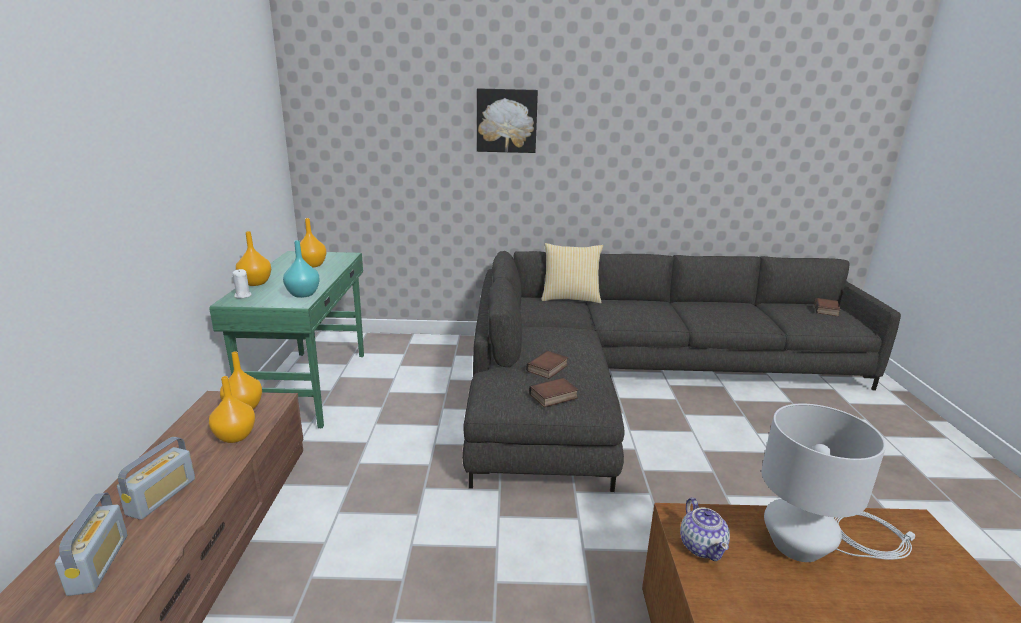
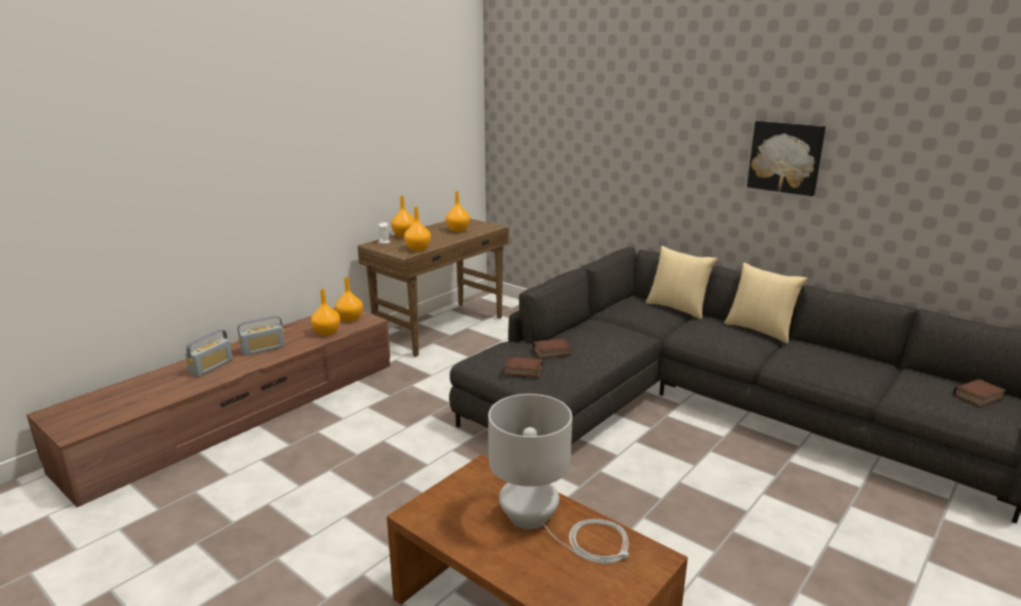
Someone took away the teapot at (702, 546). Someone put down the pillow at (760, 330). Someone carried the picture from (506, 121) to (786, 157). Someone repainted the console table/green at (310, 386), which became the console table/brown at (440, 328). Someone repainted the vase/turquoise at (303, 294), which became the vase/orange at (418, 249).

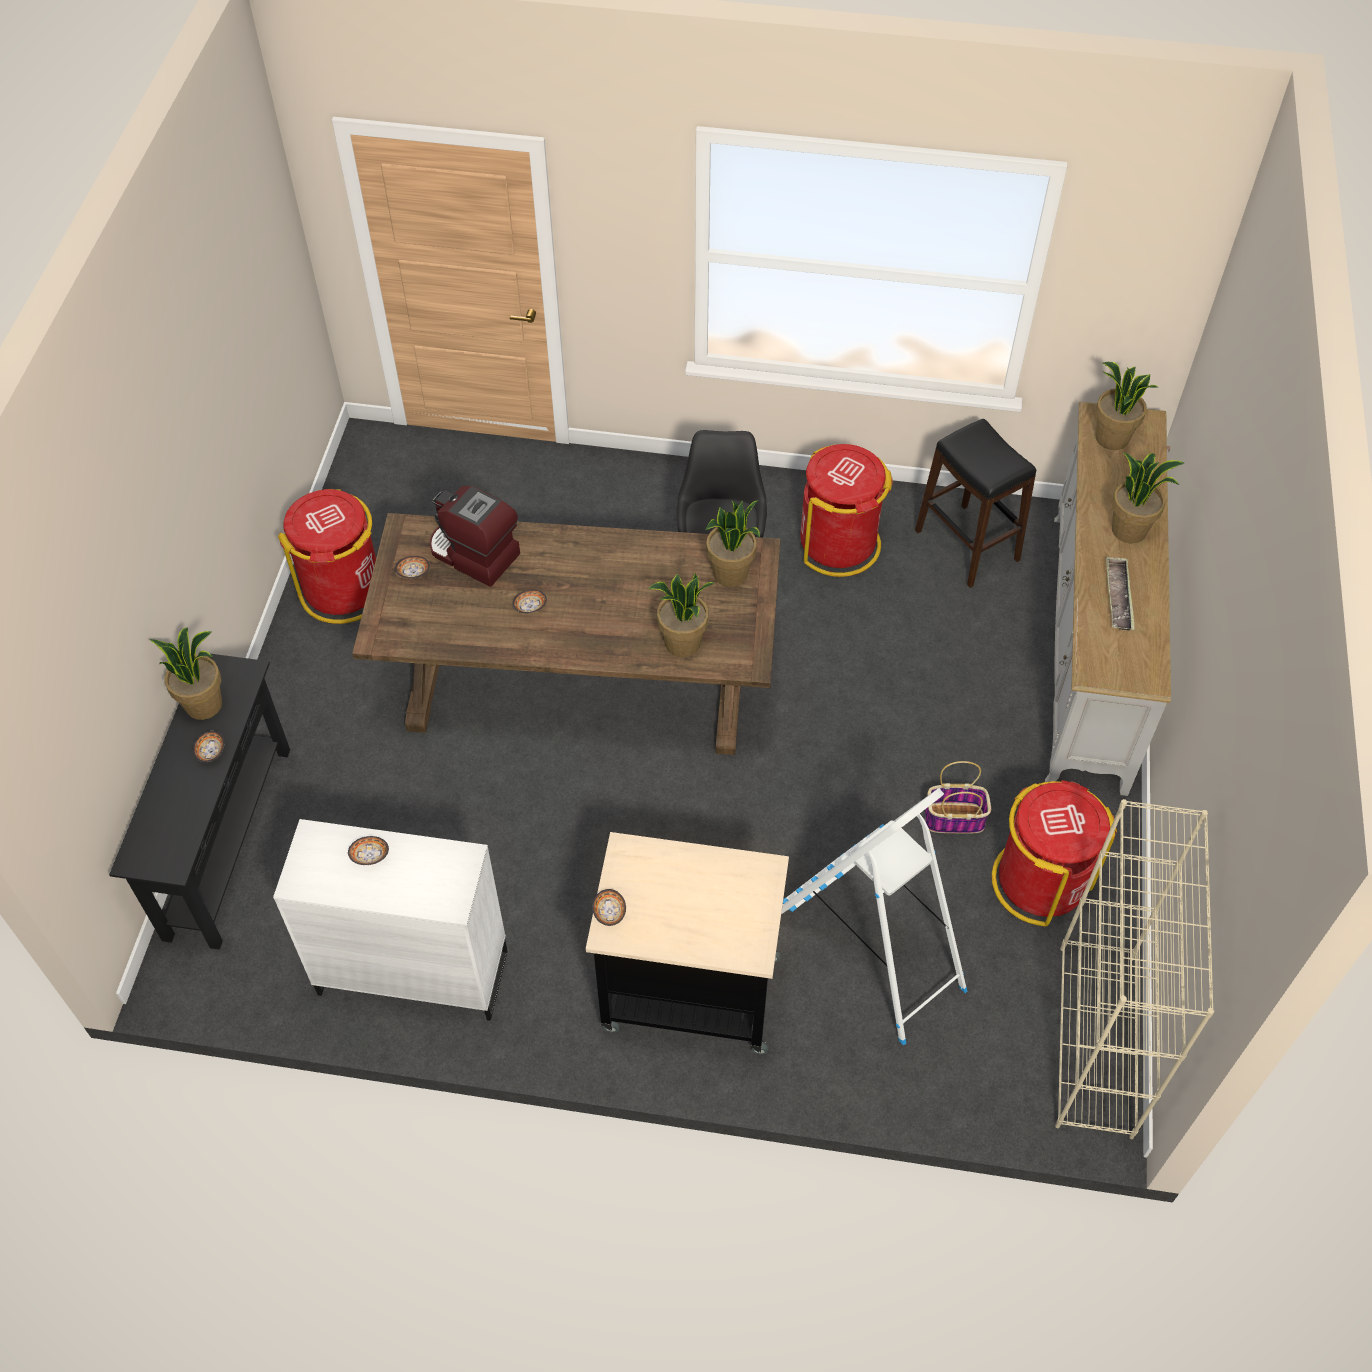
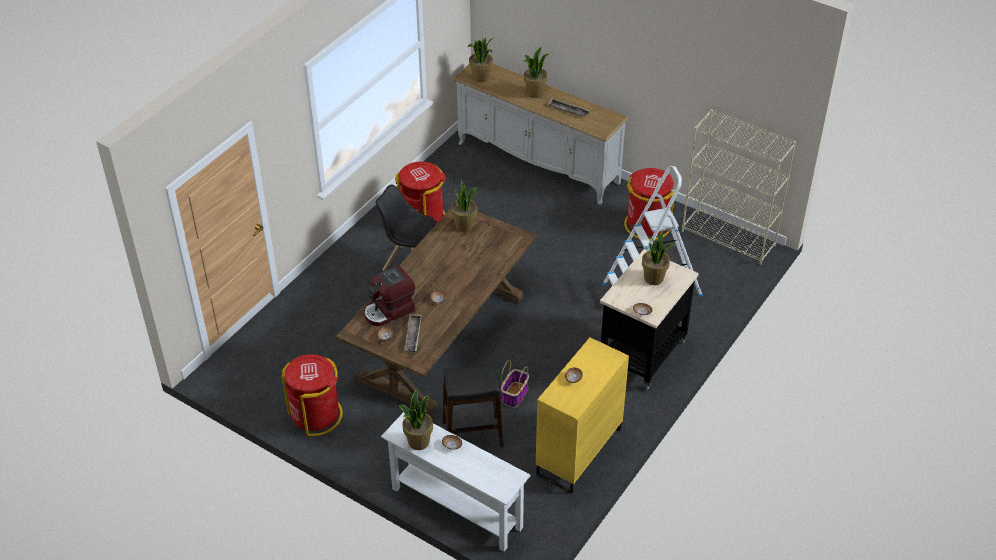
Someone put down the tray at (413, 335). Someone carried the potted plant from (682, 643) to (654, 278). Someone carried the stool/black from (967, 545) to (473, 434). Someone carried the basket from (955, 818) to (514, 394). Someone repainted the console table/black at (227, 841), which became the console table/white at (456, 508). Someone repainted the dresser/white at (412, 974), which became the dresser/yellow at (579, 452).

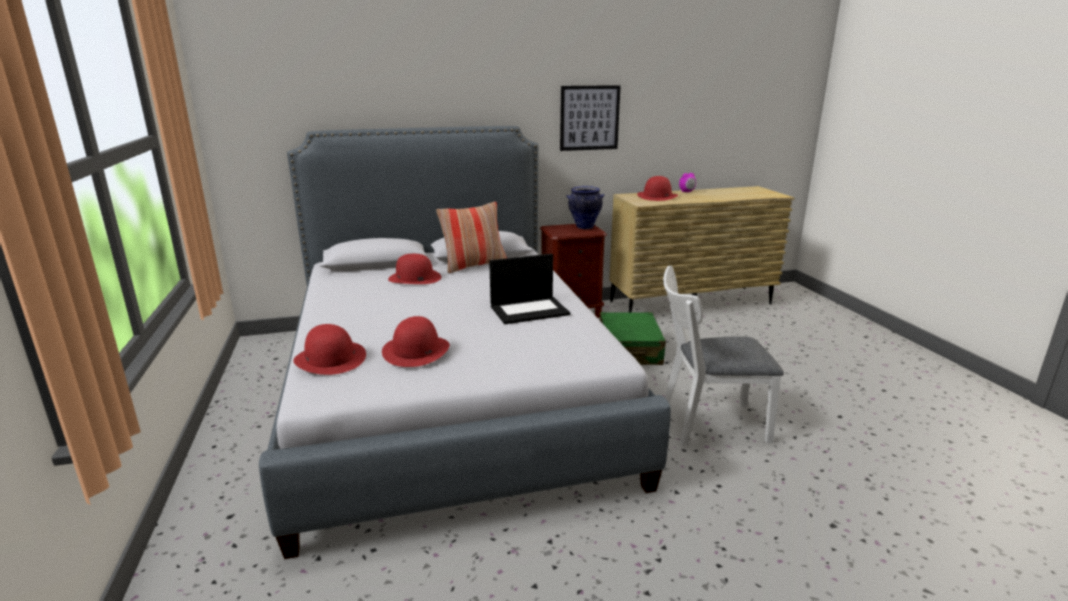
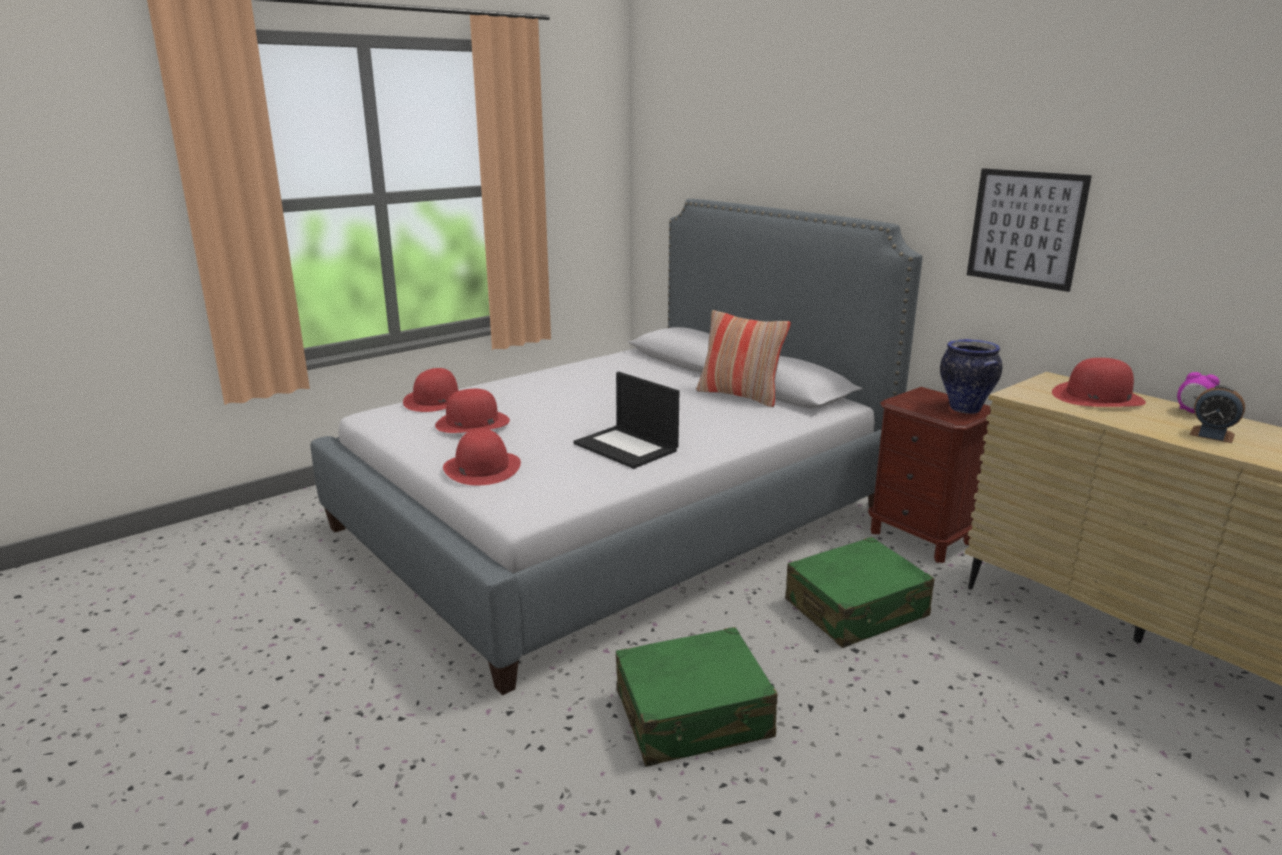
Someone put down the alarm clock at (1212, 434). Someone carried the hat/red from (414, 278) to (482, 467). Someone swapped the chair/white at (705, 424) for the suitcase/green at (693, 715).

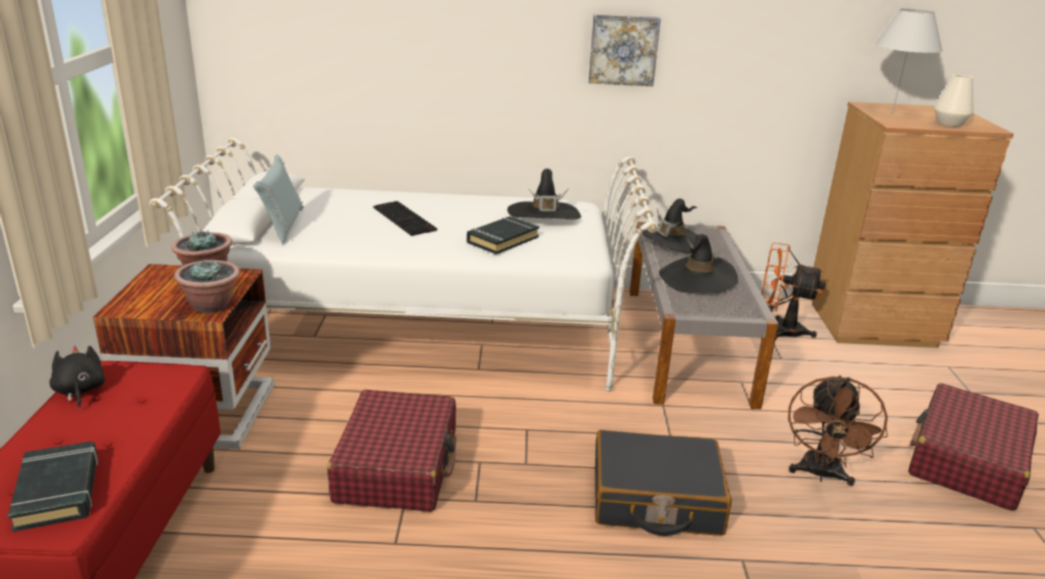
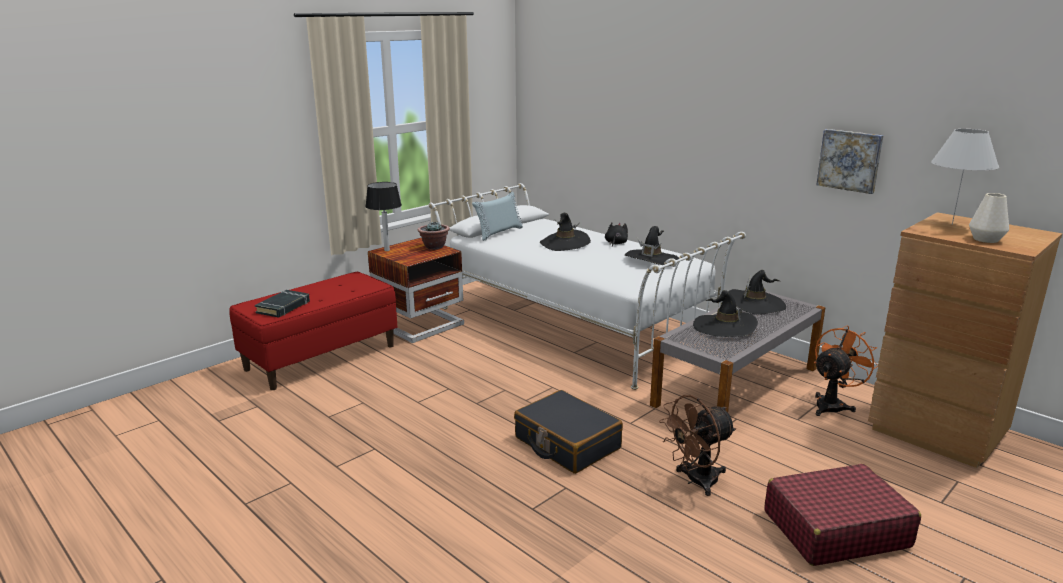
Someone took away the potted plant at (211, 306). Someone took away the suitcase/red at (397, 466). Someone took away the book/black at (502, 240). Someone put down the table lamp at (386, 250). Someone carried the plush toy/black from (80, 391) to (615, 243). Someone carried the picture from (623, 50) to (850, 160). Someone swapped the keyboard at (406, 219) for the hat/black at (565, 243). Someone rotated the fan/orange at (779, 330) by 75 degrees clockwise.

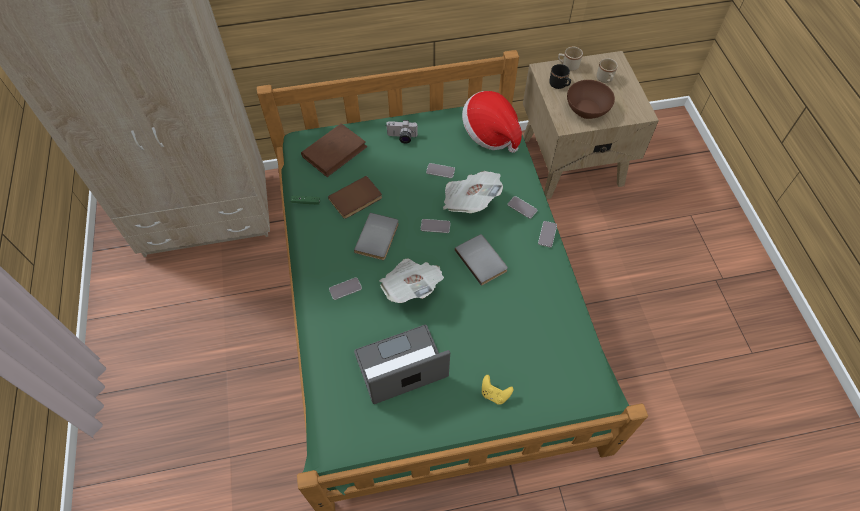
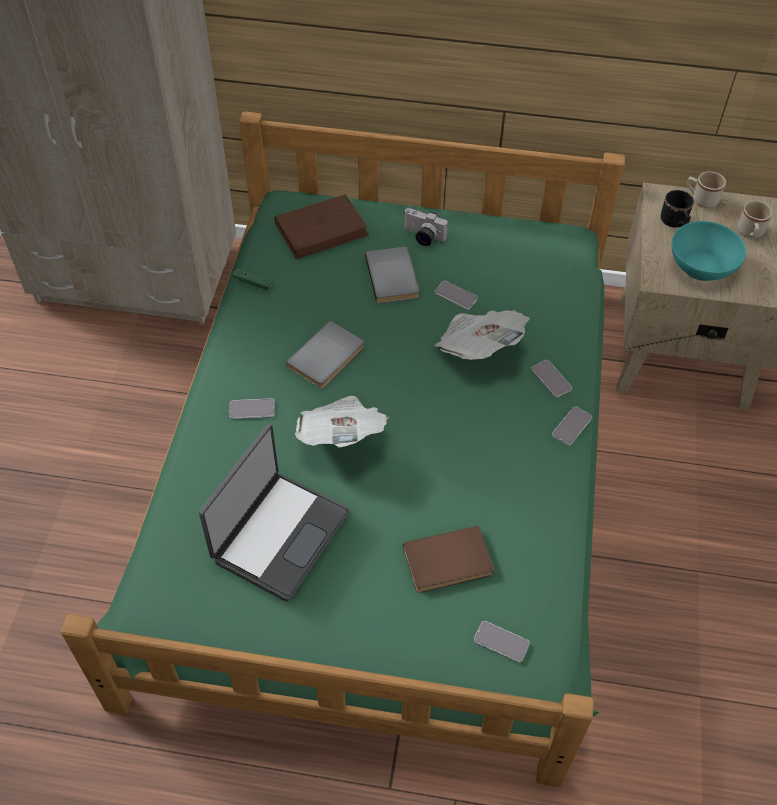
Someone took away the hat at (490, 134). Someone took away the game controller/yellow at (494, 394). Someone carried the book/brown from (356, 199) to (448, 563). Someone carried the phone from (435, 226) to (501, 642). Someone carried the book/grey from (482, 260) to (394, 276). Someone repainted the bowl/brown at (587, 109), which became the bowl/turquoise at (701, 266). Someone rotated the laptop at (401, 367) by 120 degrees clockwise.

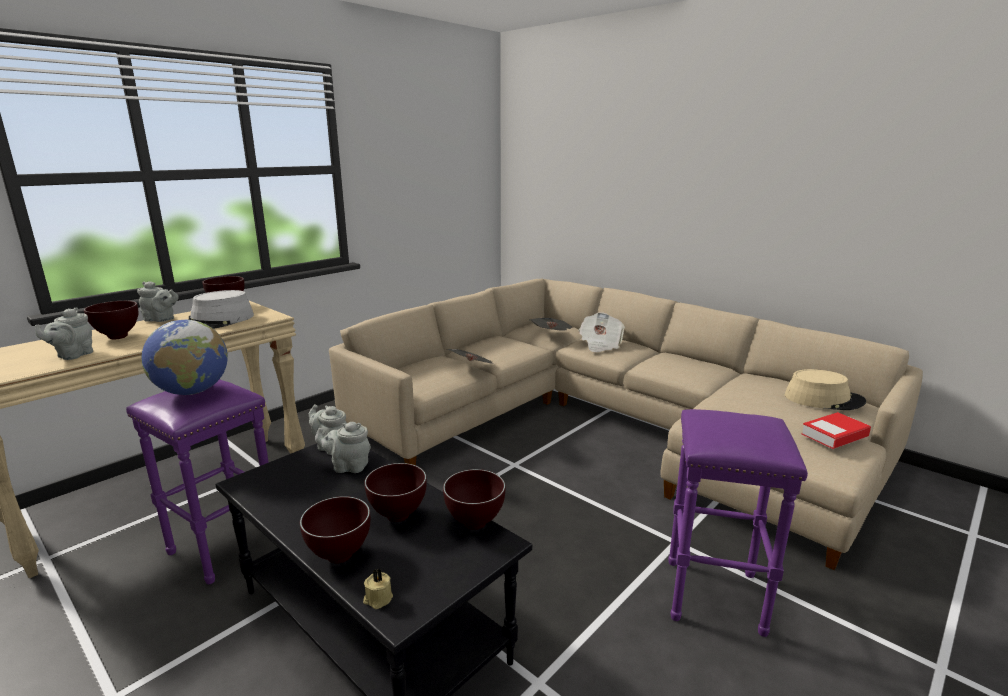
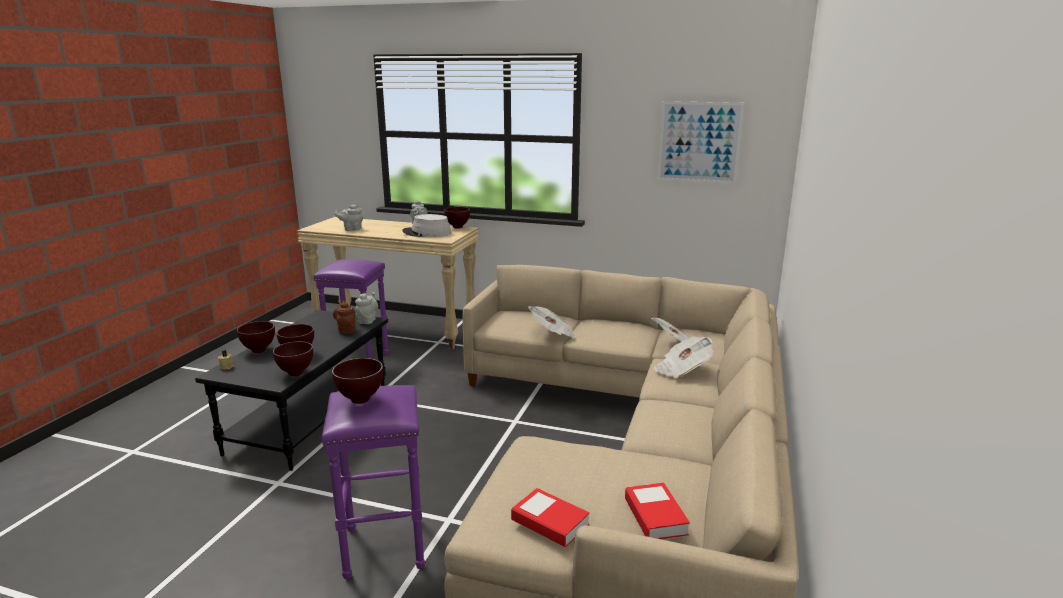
Someone took away the globe at (192, 391). Someone put up the picture at (699, 142). Someone carried the bowl/brown from (118, 337) to (360, 401). Someone swapped the hat/beige at (823, 399) for the book at (655, 516). Someone repainted the teapot/grey at (348, 466), which became the teapot/brown at (346, 330).

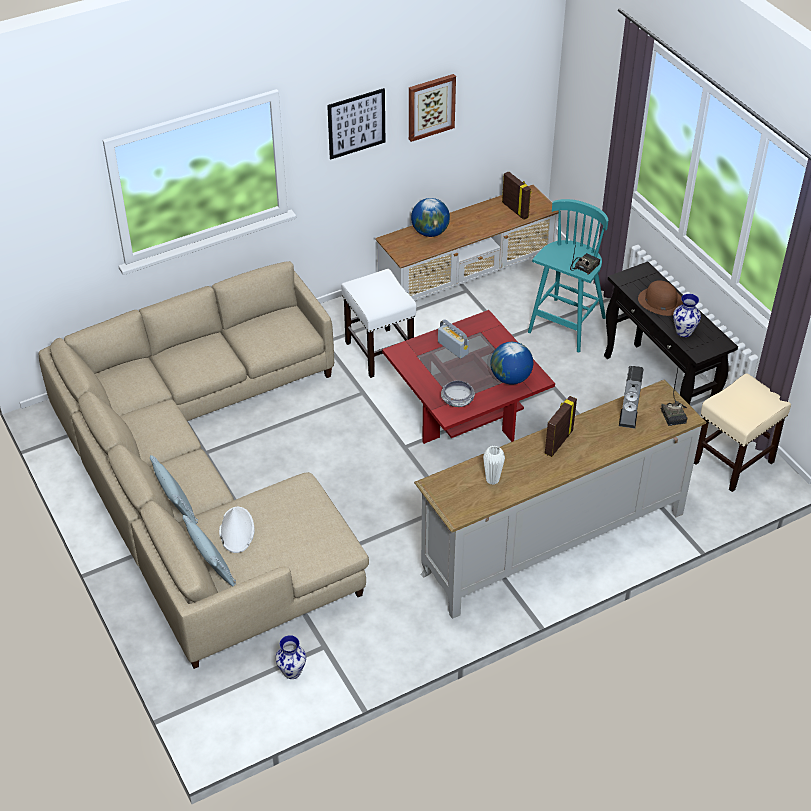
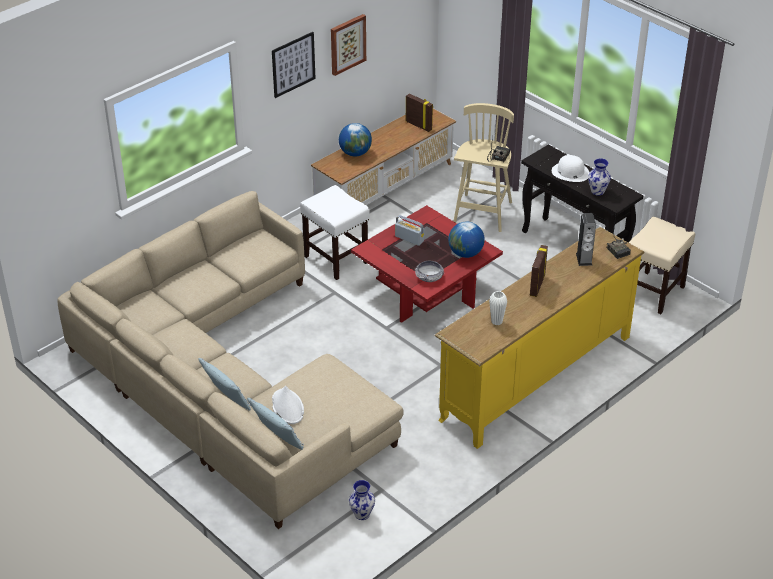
Someone repainted the cabinet/grey at (553, 542), which became the cabinet/yellow at (535, 377). Someone repainted the stool/turquoise at (565, 326), which became the stool/beige at (482, 214). Someone repainted the hat/brown at (660, 301), which became the hat/white at (570, 172).

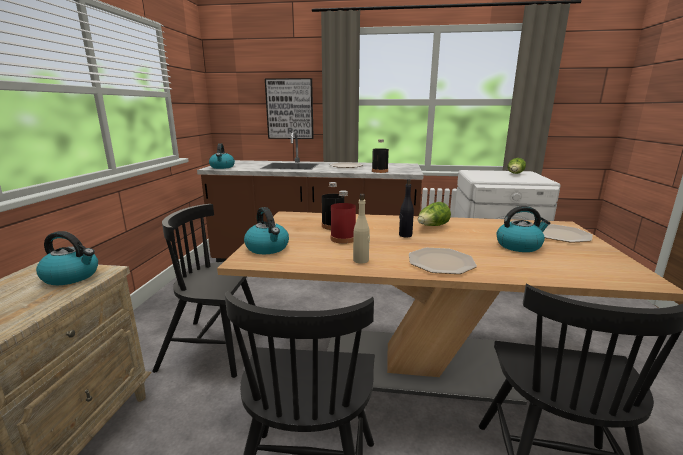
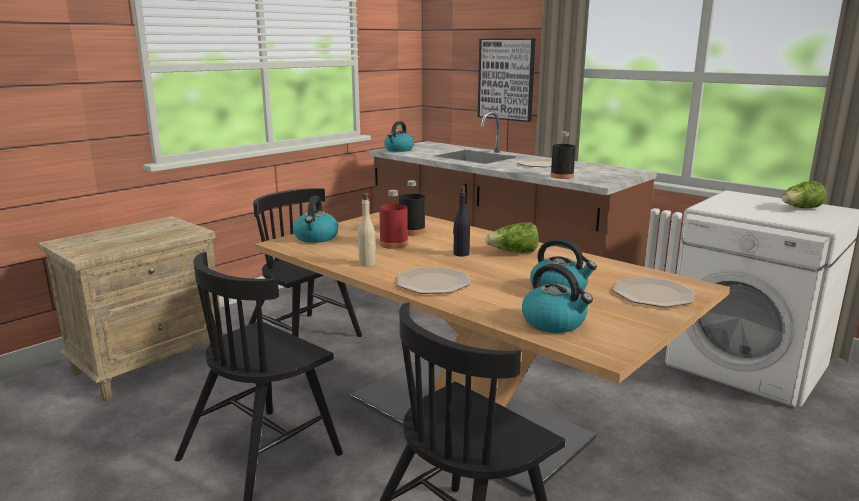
Someone carried the kettle from (72, 276) to (554, 322).

